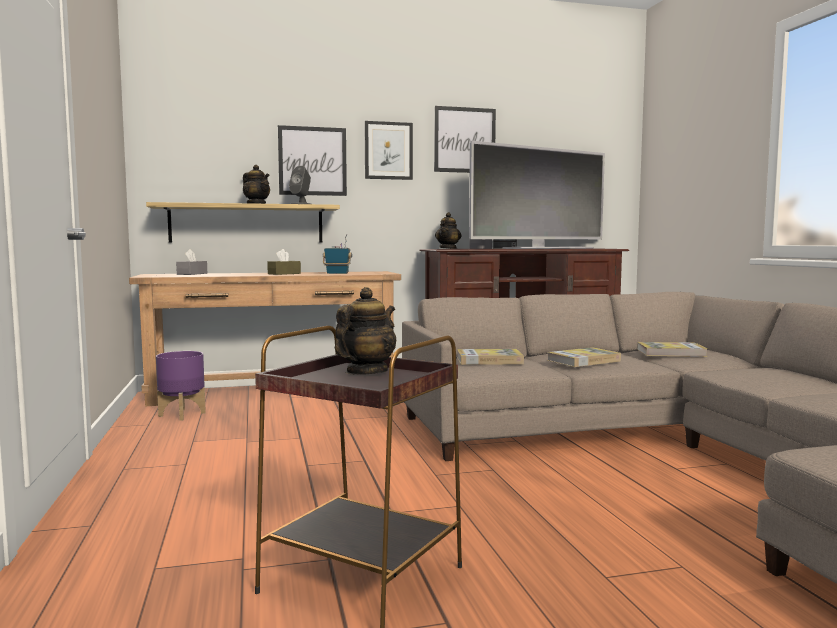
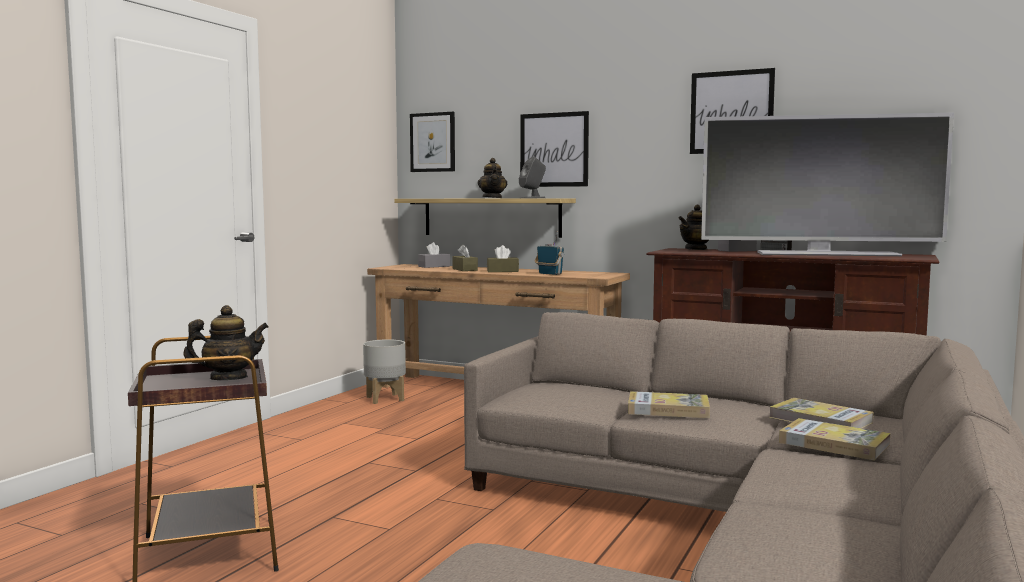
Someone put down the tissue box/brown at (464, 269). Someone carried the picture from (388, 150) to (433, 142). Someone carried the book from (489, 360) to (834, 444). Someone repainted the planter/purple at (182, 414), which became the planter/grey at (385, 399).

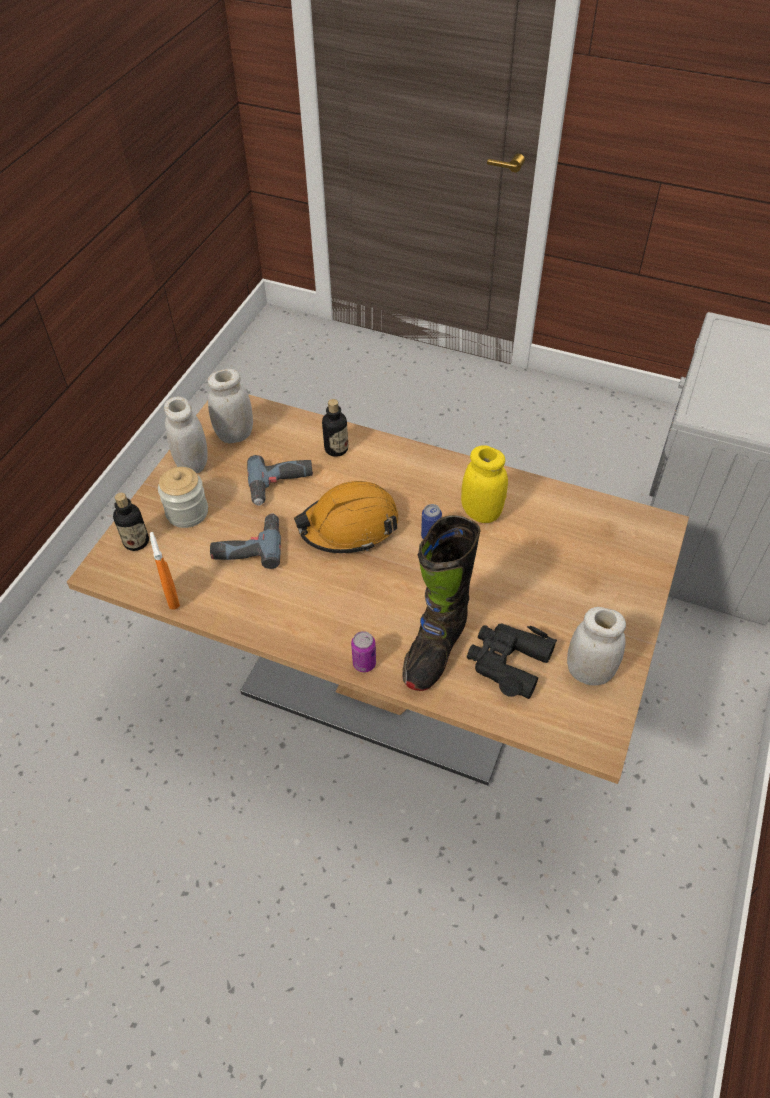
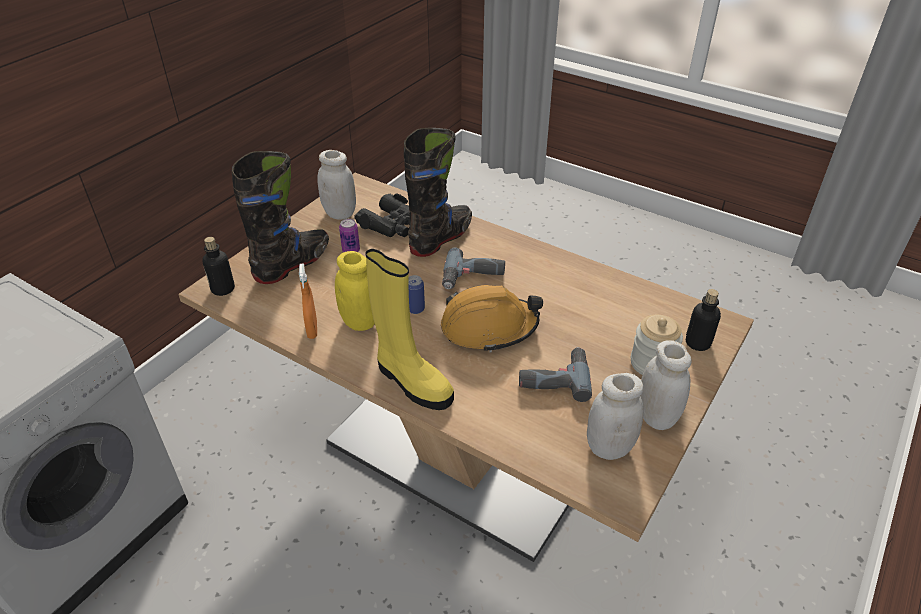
Someone put down the boot/black at (293, 264). Someone put down the boot/yellow at (411, 382). Someone carried the spray bottle/orange from (172, 597) to (312, 330). Someone carried the power drill from (247, 545) to (473, 278). Someone carried the bottle from (336, 449) to (223, 289). Someone carried the can from (364, 663) to (351, 250).

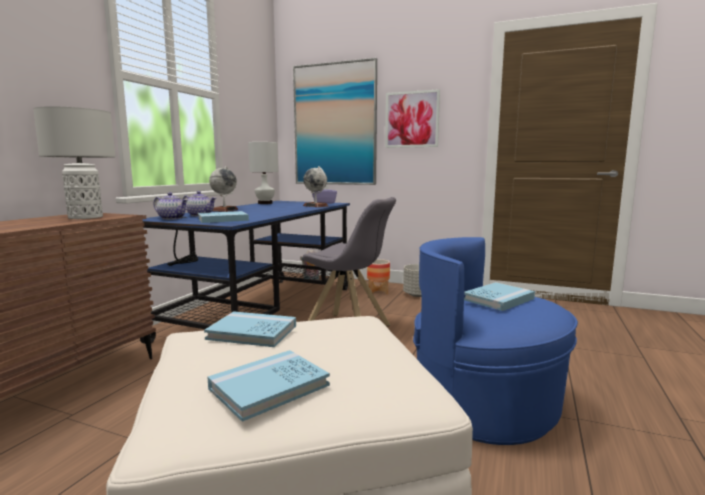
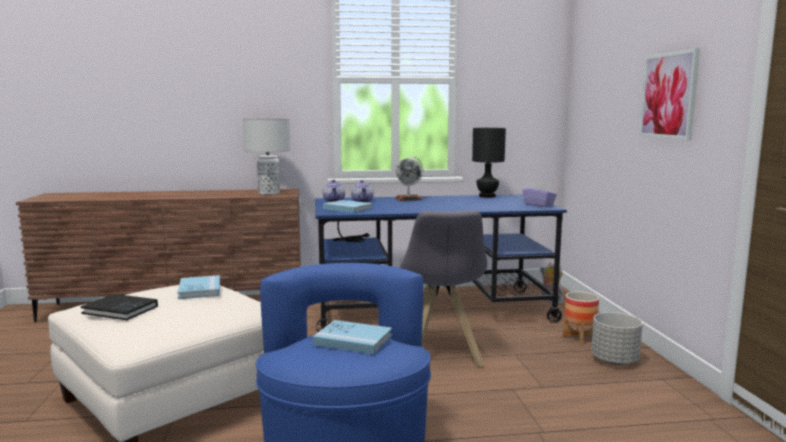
Someone took away the picture at (335, 125). Someone took away the globe at (315, 206). Someone repainted the book/blue at (269, 387), which became the book/black at (120, 310). Someone repainted the table lamp/white at (265, 203), which became the table lamp/black at (487, 196).

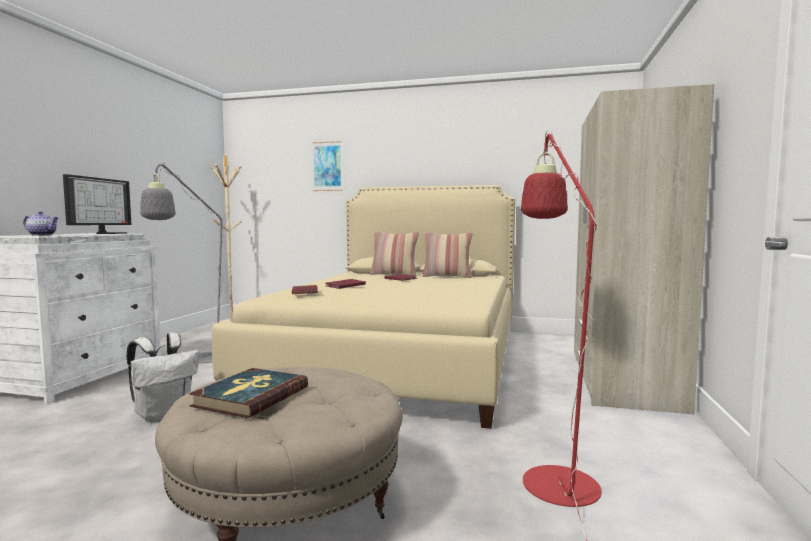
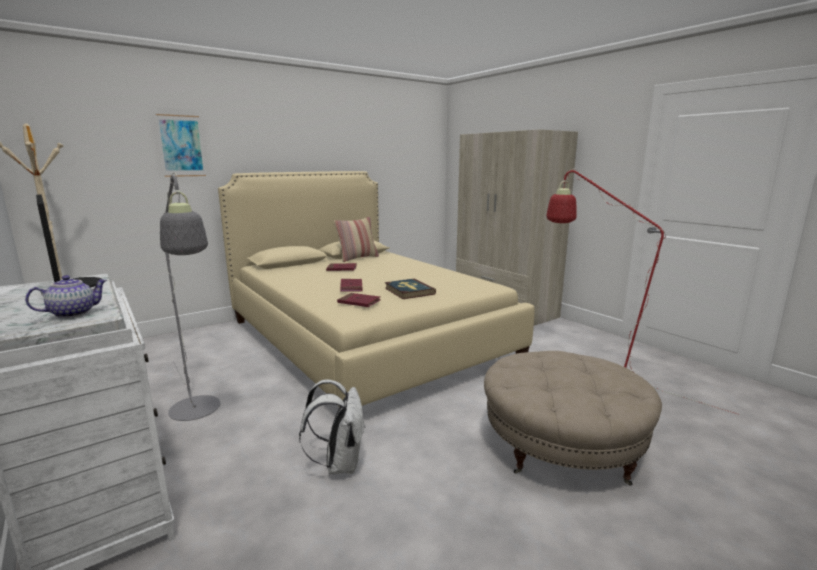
Someone took away the pillow at (394, 274). Someone carried the book from (251, 396) to (409, 291).

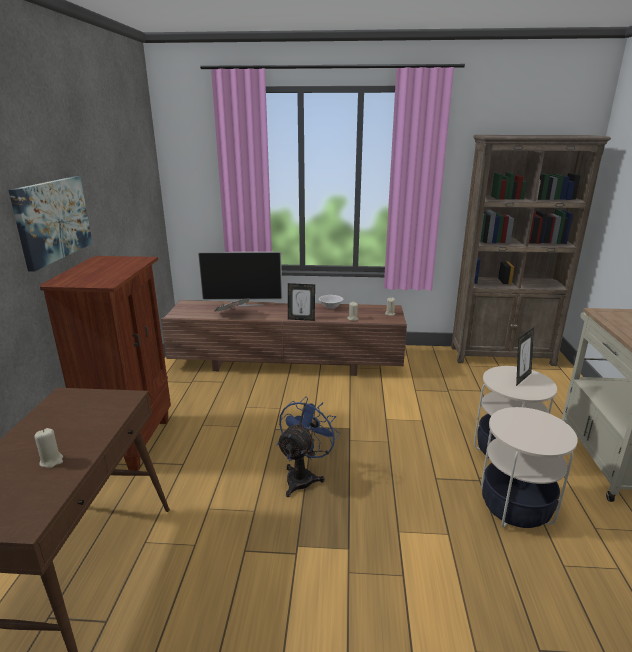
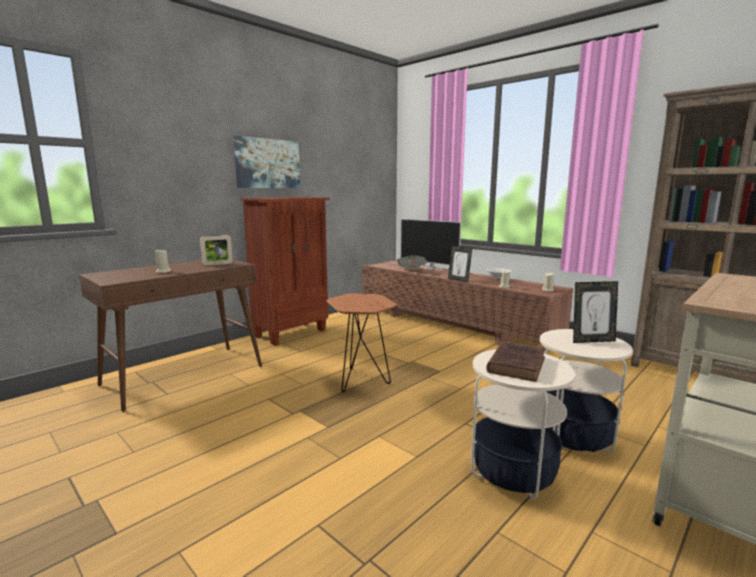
Someone put down the picture frame at (217, 264). Someone put down the book/brown at (517, 364). Someone swapped the fan/blue at (303, 476) for the side table/brown at (361, 382).

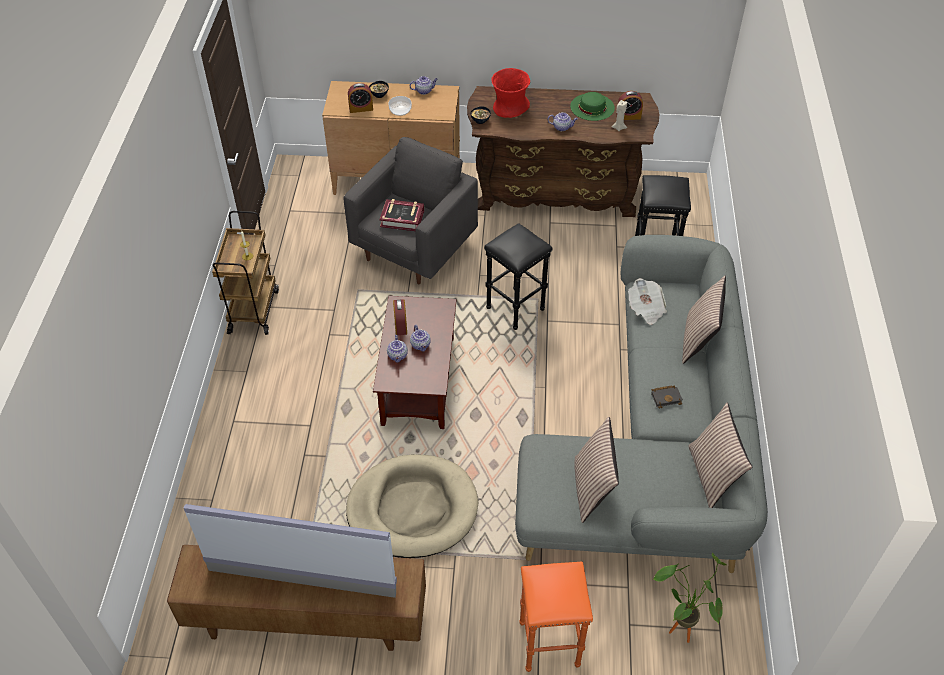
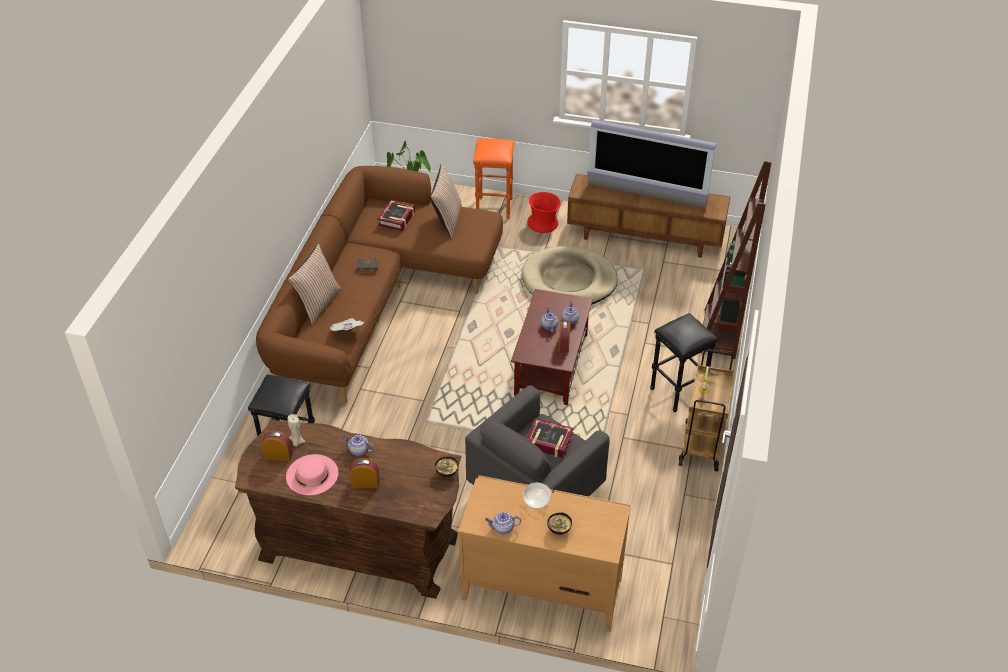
Someone took away the pillow at (712, 475). Someone put down the book at (397, 219). Someone put down the bookcase/brown at (720, 333). Someone carried the alarm clock from (361, 108) to (365, 483). Someone carried the stool/black from (515, 309) to (677, 391). Someone carried the vase/red from (510, 107) to (543, 224). Someone repainted the sofa/grey at (654, 443), which became the sofa/brown at (376, 297). Someone repainted the hat/green at (592, 107), which became the hat/pink at (312, 474).

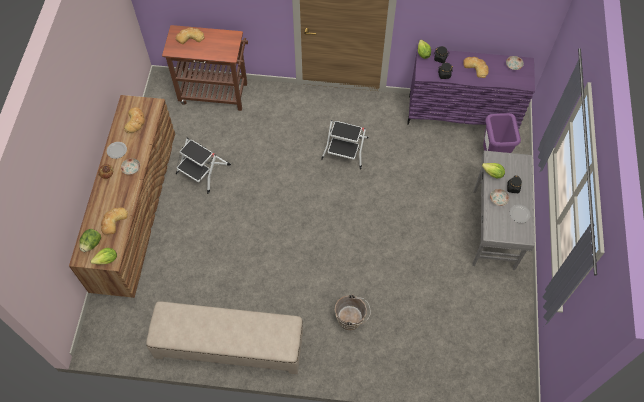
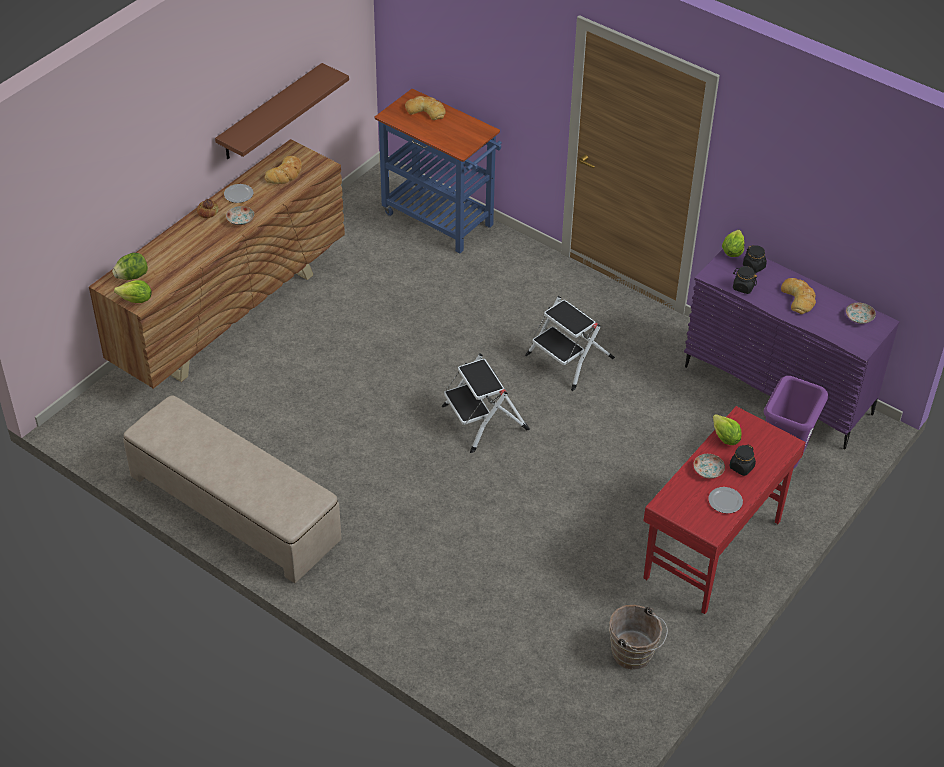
Someone took away the bread at (113, 221). Someone put up the shelf/brown at (271, 112). Someone carried the step ladder from (203, 170) to (484, 419). Someone carried the bucket/brown from (351, 319) to (634, 655). Someone repainted the cart/brown at (215, 94), which became the cart/blue at (439, 220). Someone repainted the console table/grey at (494, 230), which became the console table/red at (712, 551).

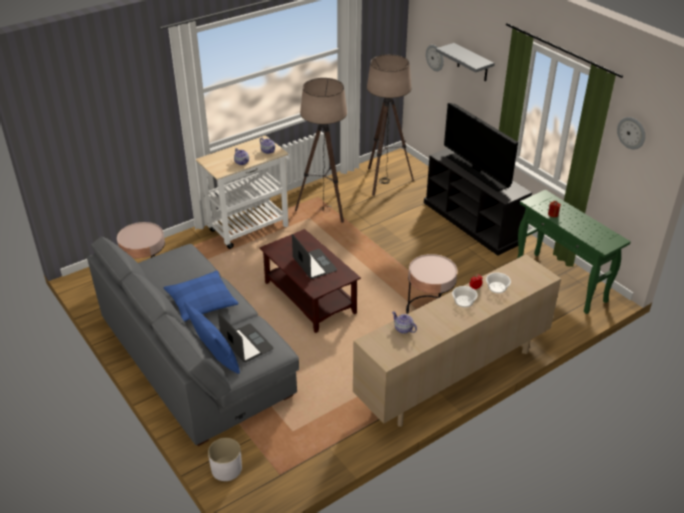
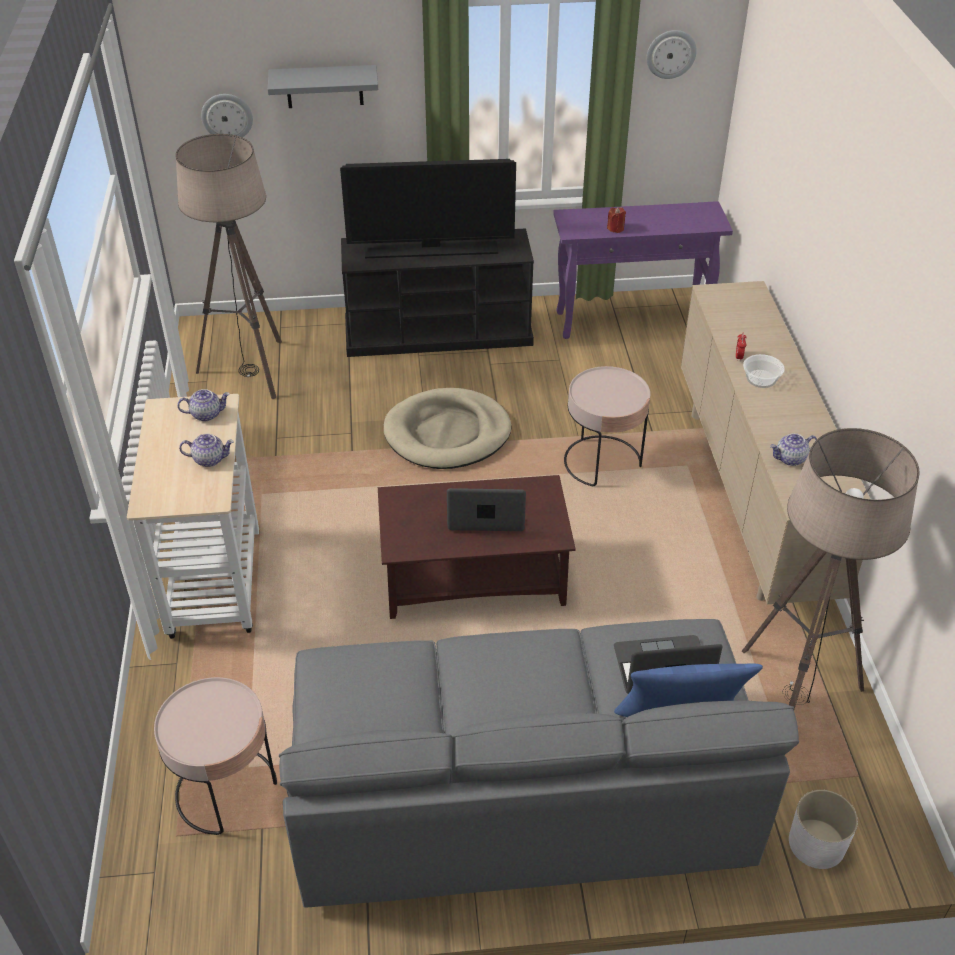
Someone took away the pillow/blue at (201, 302). Someone took away the bowl at (497, 287). Someone put down the dog bed/beige at (447, 433). Someone carried the floor lamp from (324, 208) to (794, 696). Someone repainted the console table/green at (561, 283), which became the console table/purple at (632, 321).

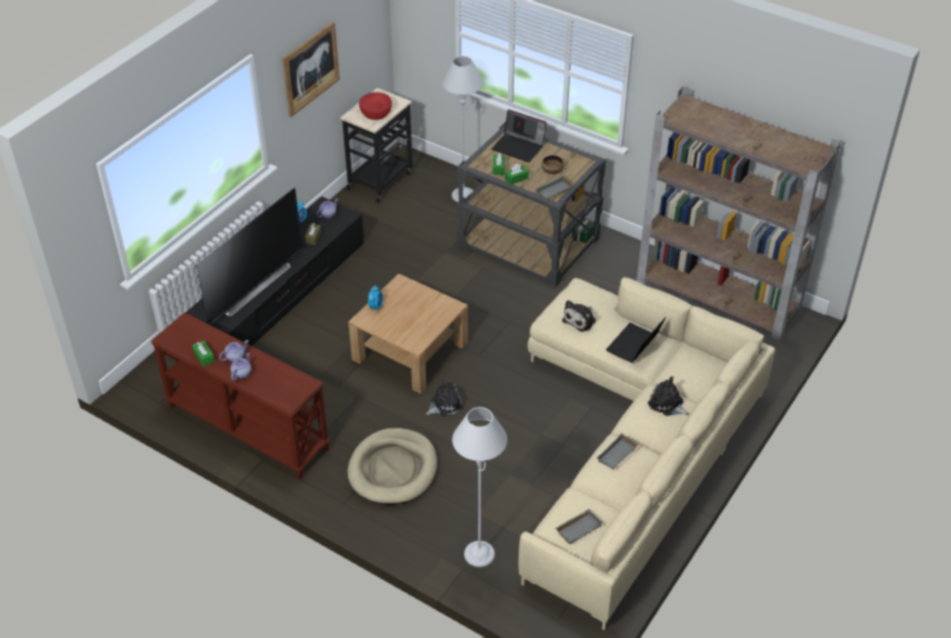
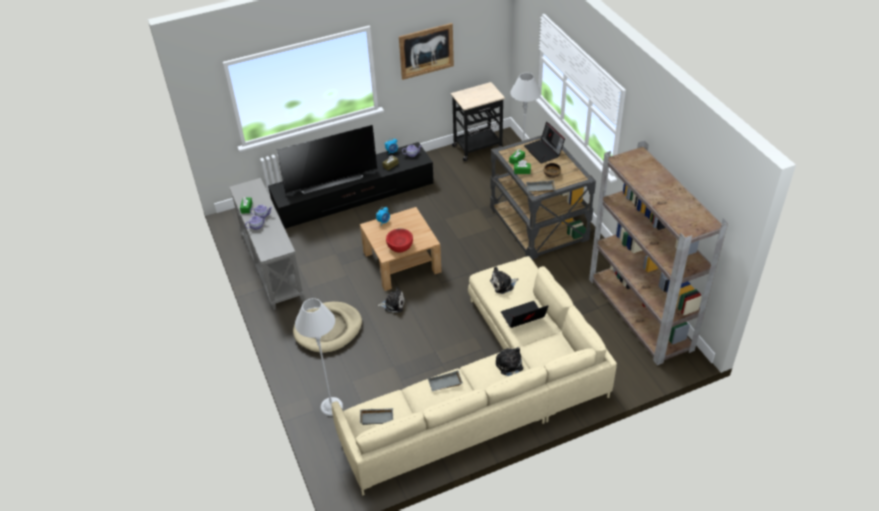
Someone carried the bowl/red from (376, 113) to (400, 245). Someone repainted the console table/brown at (246, 428), which became the console table/grey at (271, 266).

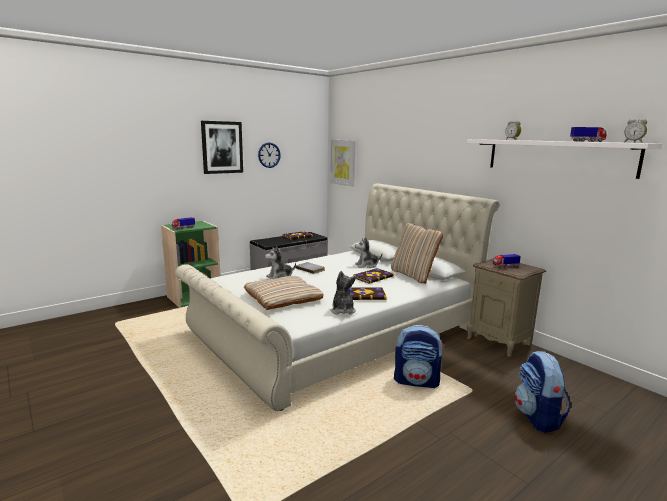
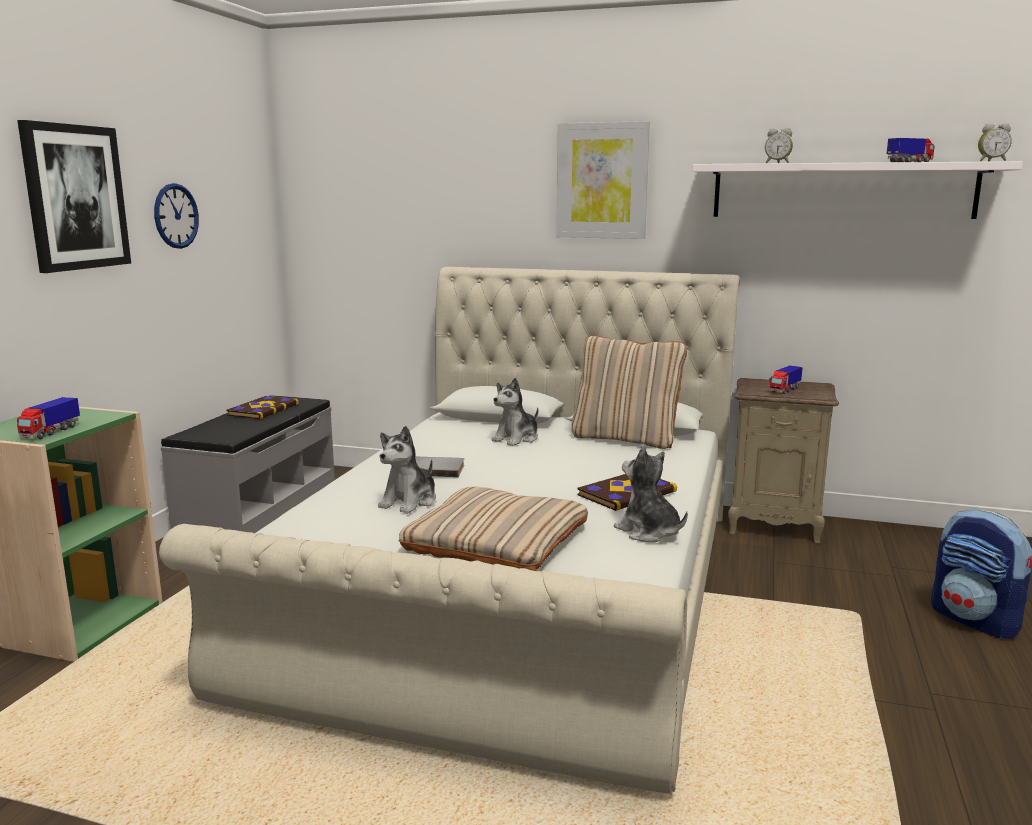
Someone took away the book at (373, 277). Someone took away the backpack at (416, 381). Someone carried the picture from (343, 162) to (602, 181).

